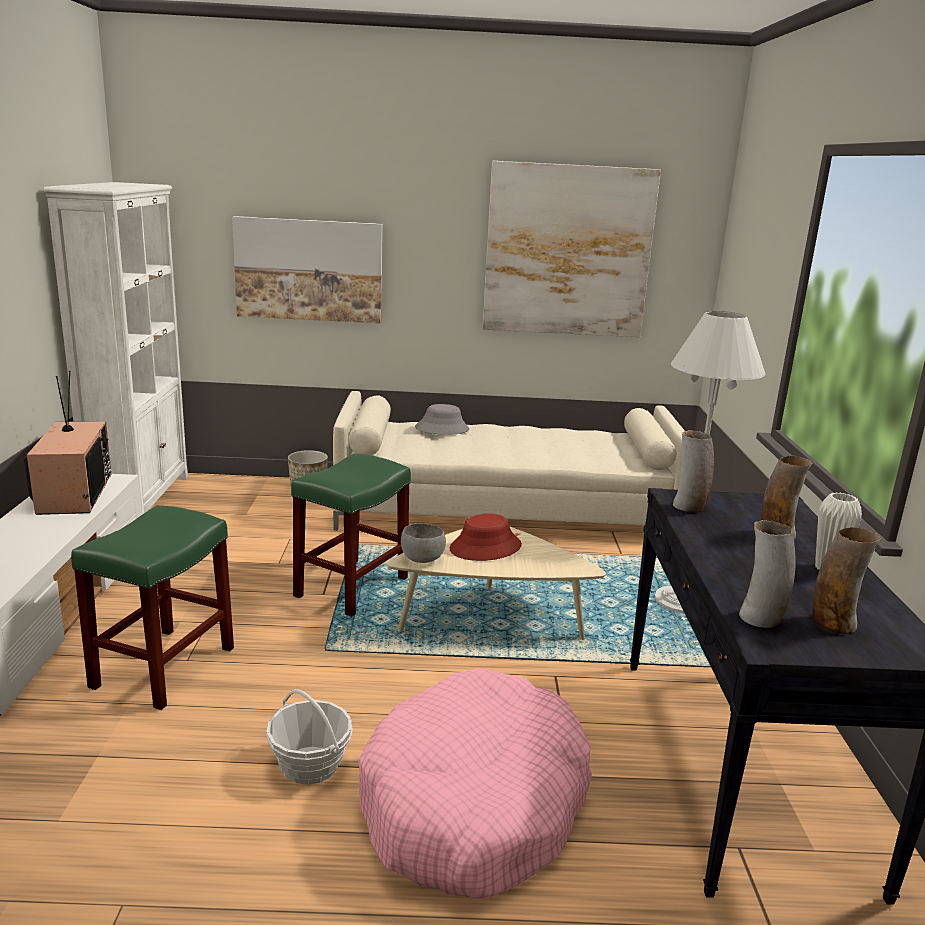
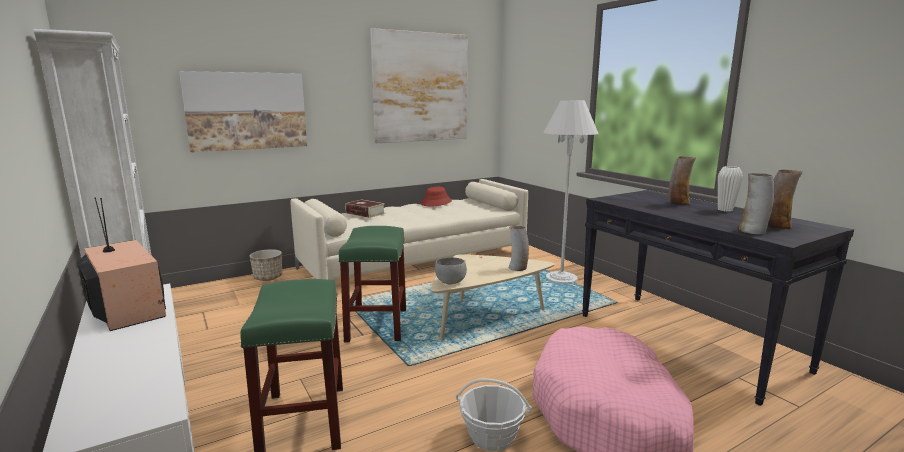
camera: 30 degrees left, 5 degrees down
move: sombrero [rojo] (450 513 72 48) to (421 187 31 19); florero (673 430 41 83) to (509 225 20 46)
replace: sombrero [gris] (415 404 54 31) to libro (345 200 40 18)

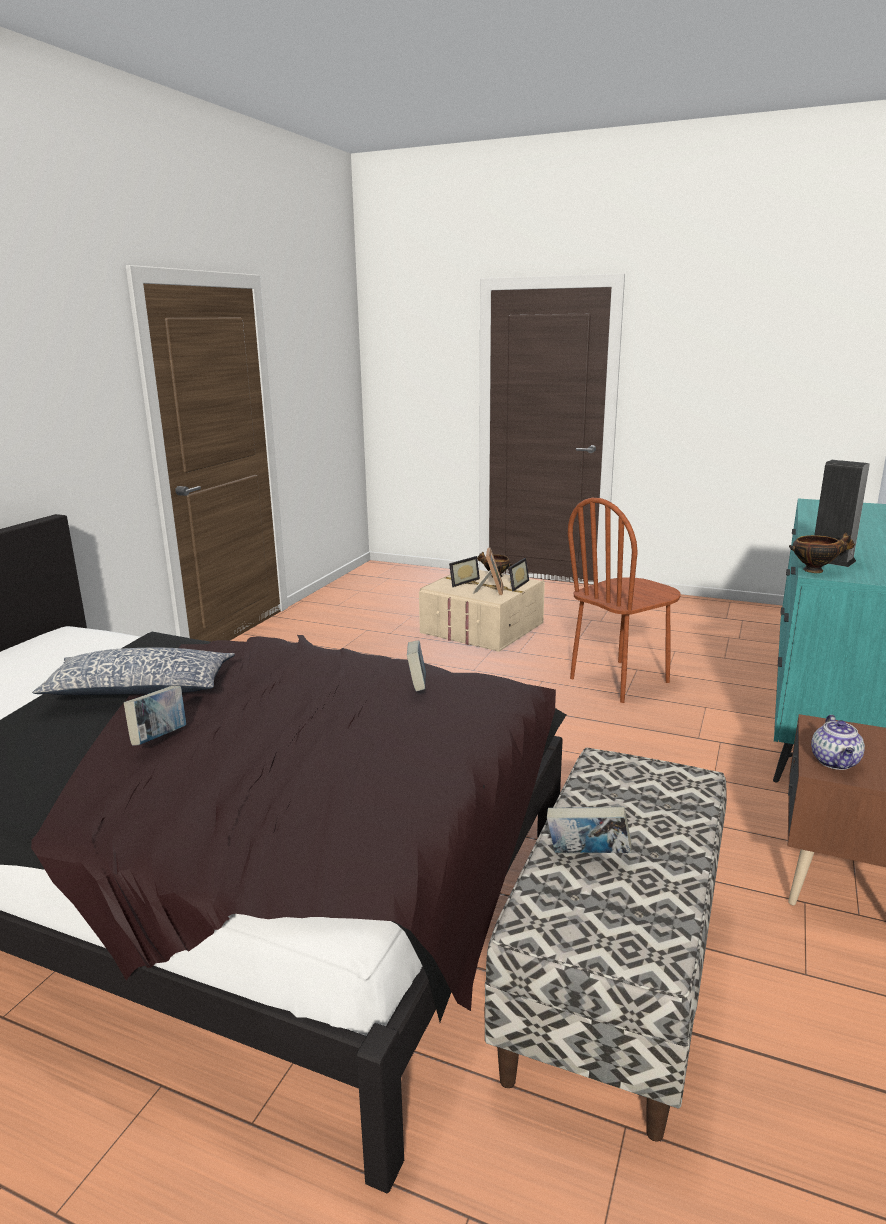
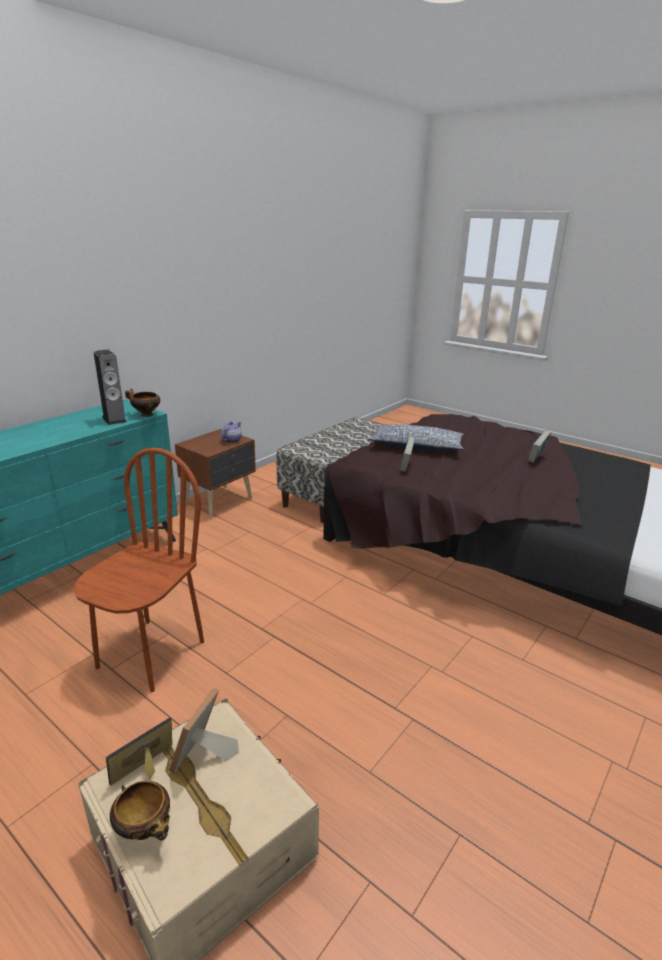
camera: 165 degrees left, 5 degrees up
delete: portarretratos (449 556 31 31); libro (547 806 85 47)
move: cojín (32 648 203 47) to (368 424 96 27)
rotate: silla [marrón] (568 498 113 205) = (73 448 131 244) 45 degrees counterclockwise

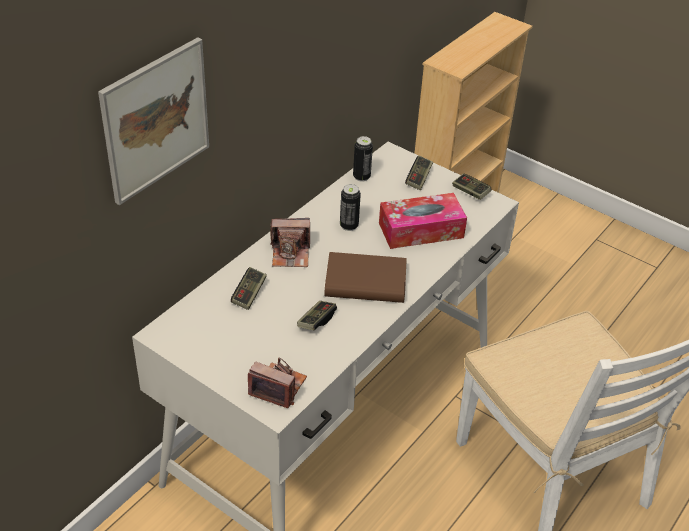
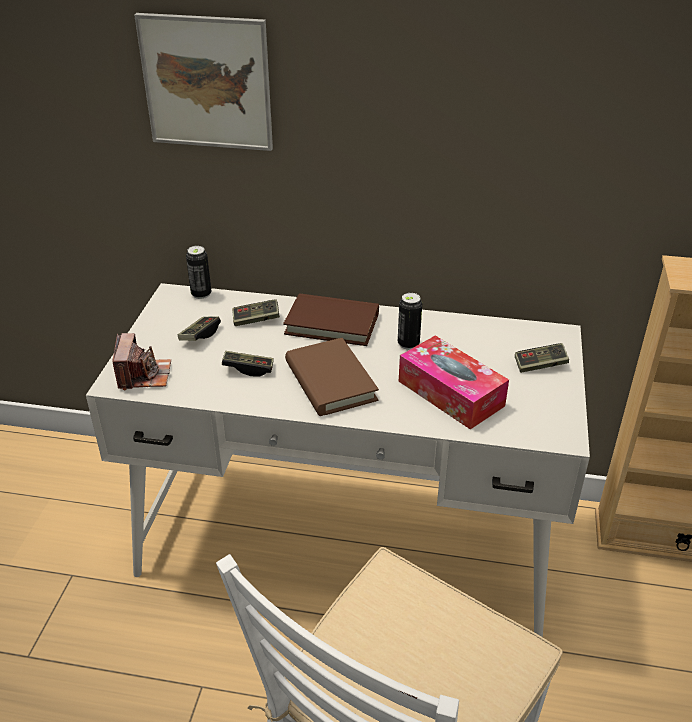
camera: 65 degrees right, 5 degrees down
move: lata (353 136 20 46) to (186 246 25 53); mando de consola (452 173 40 27) to (178 317 43 24)
replace: cámara (270 218 40 49) to libro [marrón] (283 294 96 52)

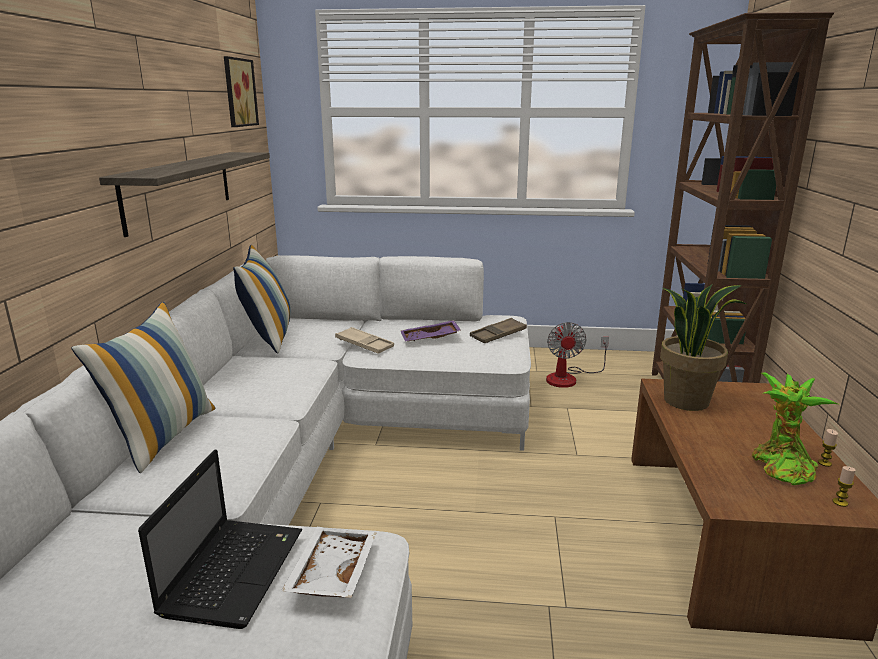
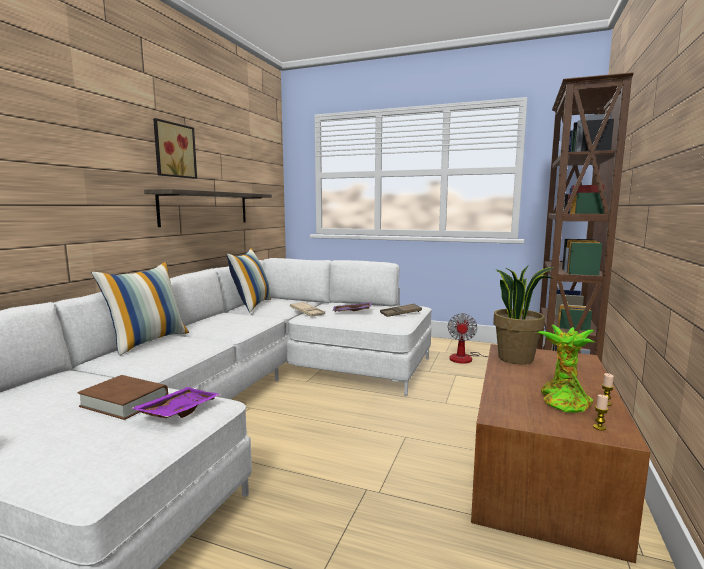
camera: 15 degrees right, 10 degrees down
move: cuadro (224 56 35 71) to (153 118 44 61)
replace: portátil (138 449 164 180) to libro [marrón] (77 375 91 45)
recolor: bandeja [blanco] (281 527 95 71) to bandeja [morado] (131 387 90 31)

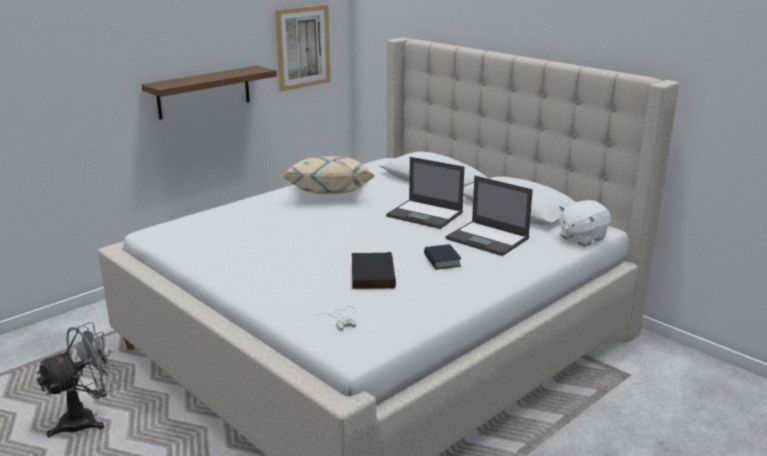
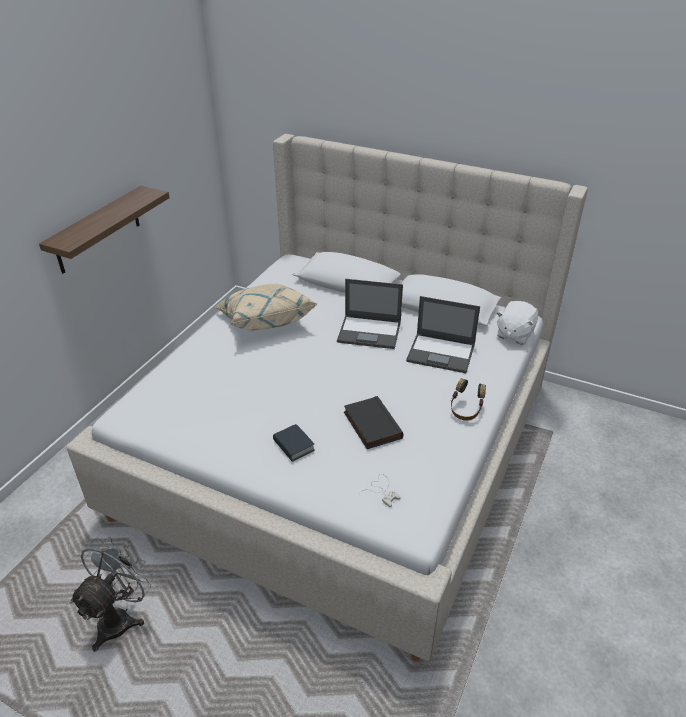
camera: 20 degrees left, 15 degrees up
delete: cuadro (275 4 55 87)
insert: auriculares (451 378 35 42)
move: libro (424 244 37 26) to (273 424 42 38)

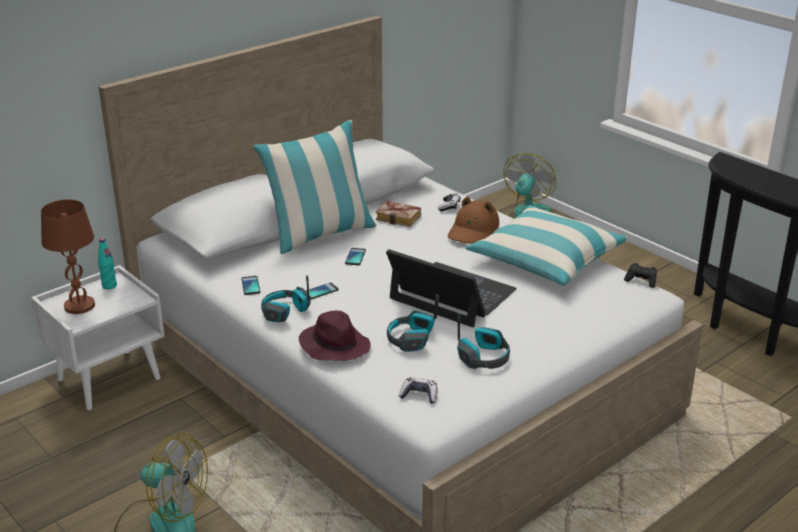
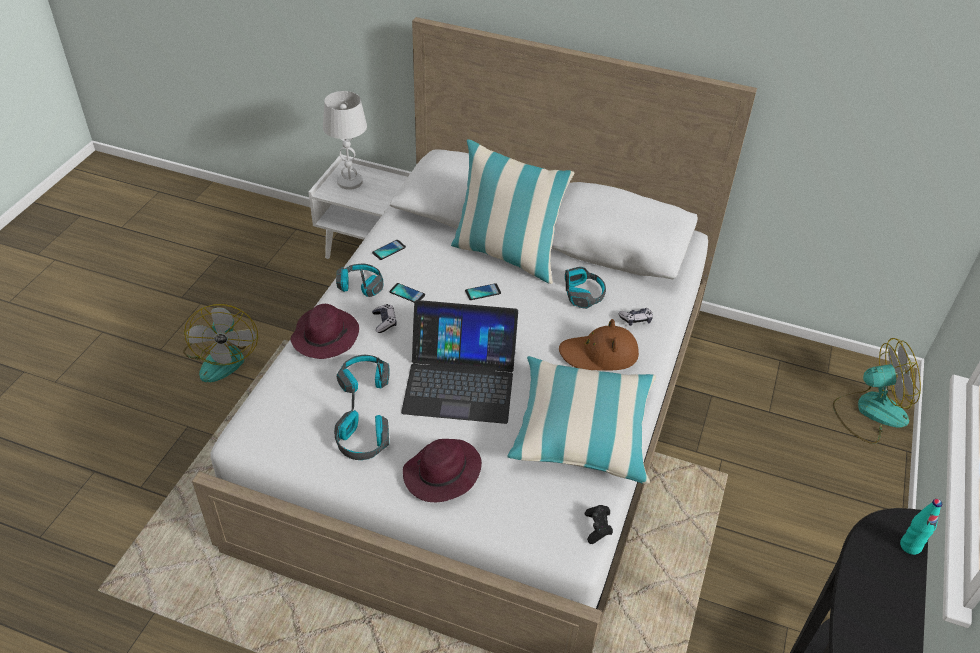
camera: 60 degrees right, 15 degrees up
insert: sombrero [morado] (403 439 79 63)
move: botella [turquesa] (98 238 19 52) to (900 499 42 56); mando de consola (399 377 38 27) to (372 304 25 29)
replace: libro (376 201 45 26) to auriculares (565 267 41 42)
recolor: lámpara de mesa [marrón] (41 200 54 114) to lámpara de mesa [blanco] (323 91 44 99)
rotate: portátil (386 249 131 78) = (401 300 117 124) 90 degrees clockwise

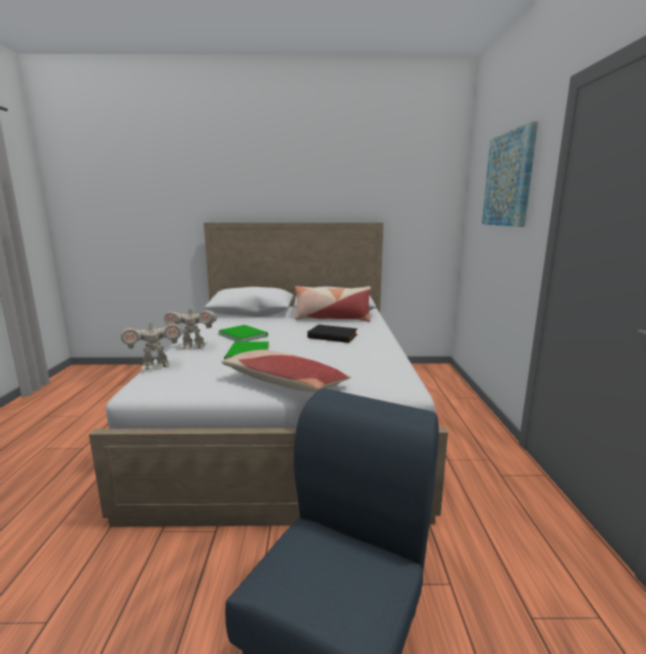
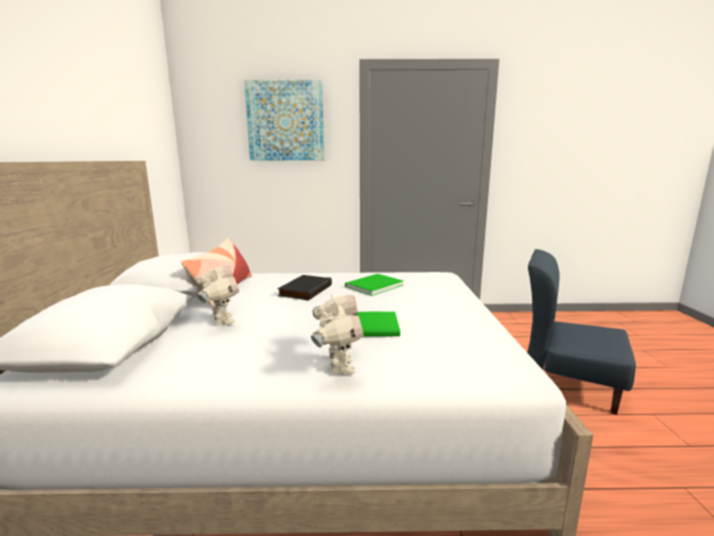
camera: 90 degrees left, 0 degrees up
delete: cojín (222 350 129 42)
move: robot de juguete (121 316 60 54) to (196 264 43 62); libro [verde] (218 325 50 17) to (345 274 58 22)

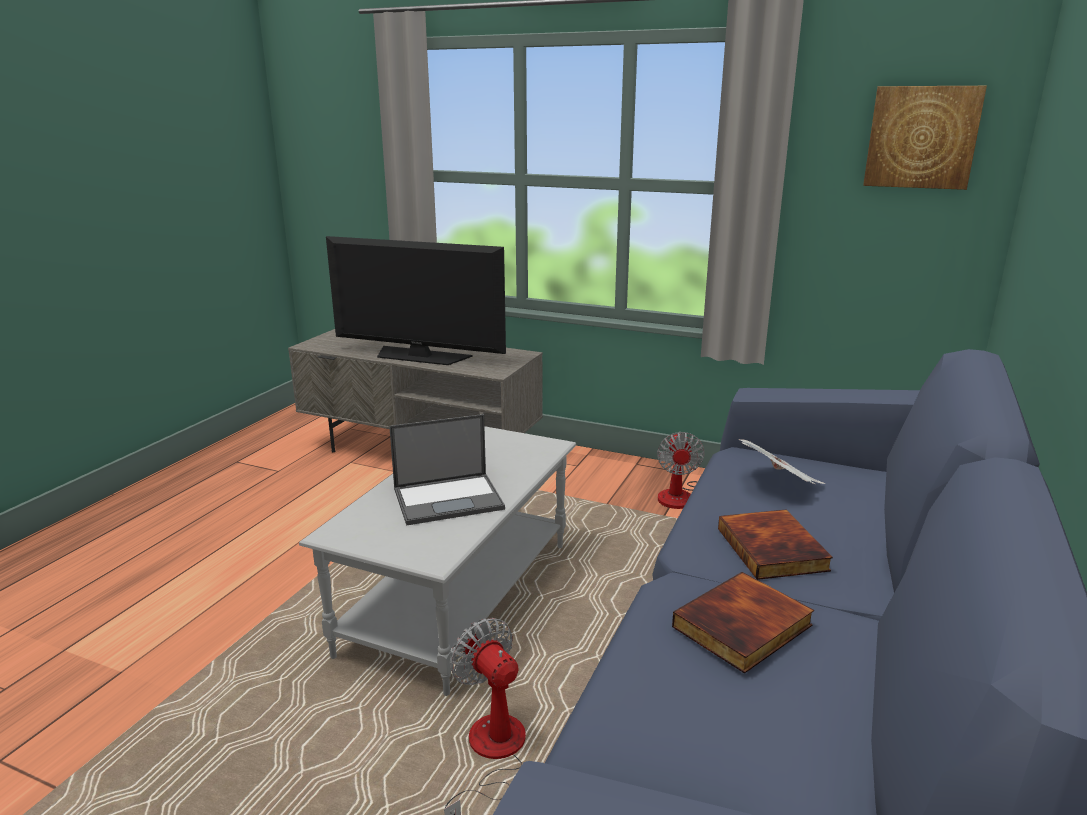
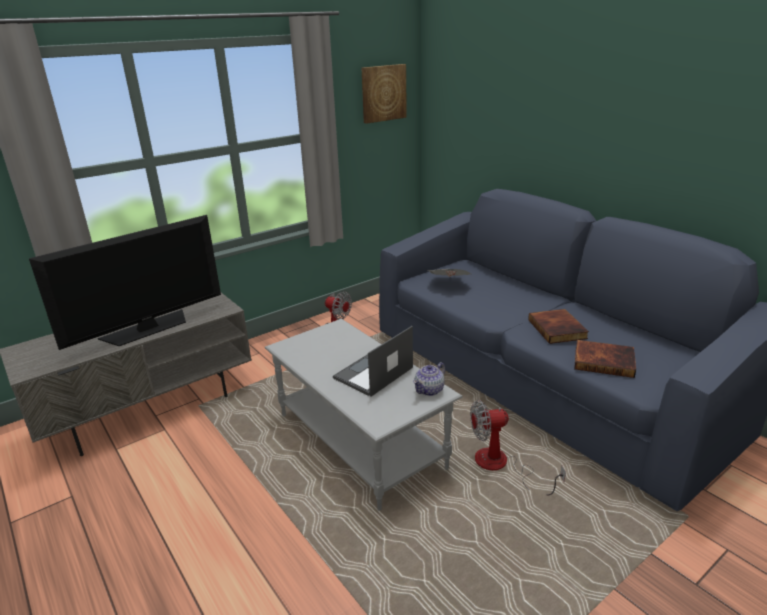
camera: 60 degrees left, 5 degrees up
insert: tetera (413 362 32 34)
move: libro (718 510 115 70) to (574 340 62 38)
rotate: portátil (389 414 116 111) = (333 326 80 71) 150 degrees counterclockwise

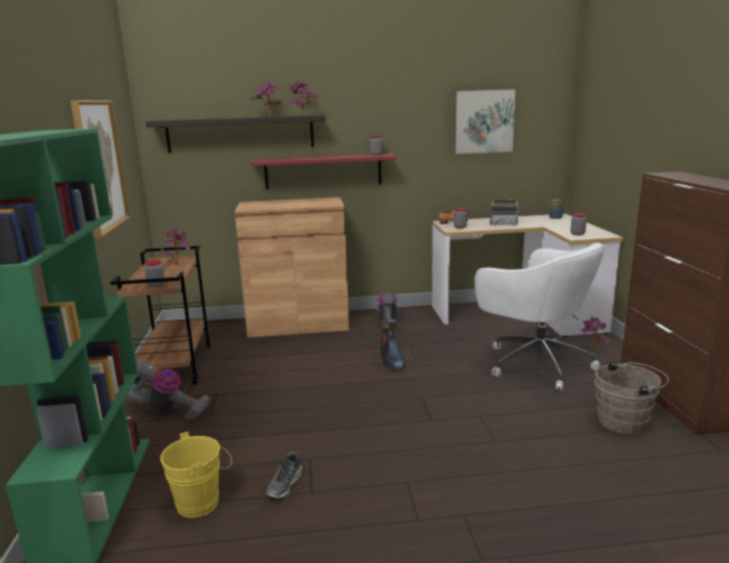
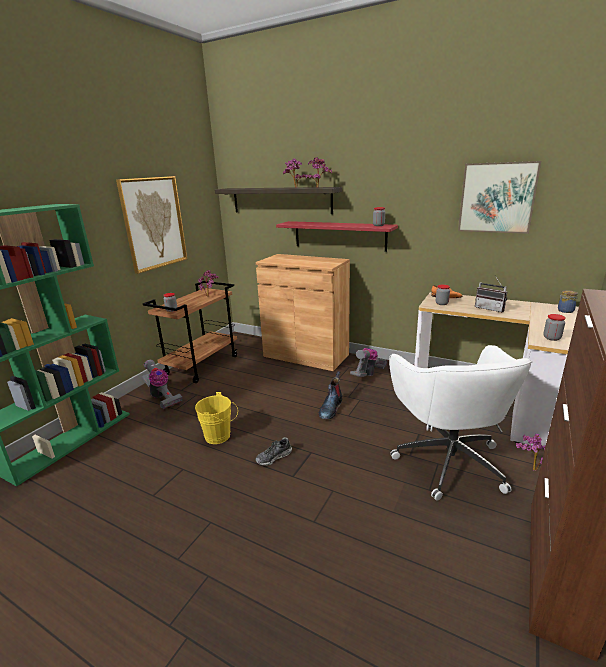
camera: 35 degrees right, 5 degrees up
delete: cubo [marrón] (595 361 74 73)
move: cubo [amarillo] (160 432 72 86) to (195 392 43 52); zapato (266 452 36 47) to (256 437 36 29)

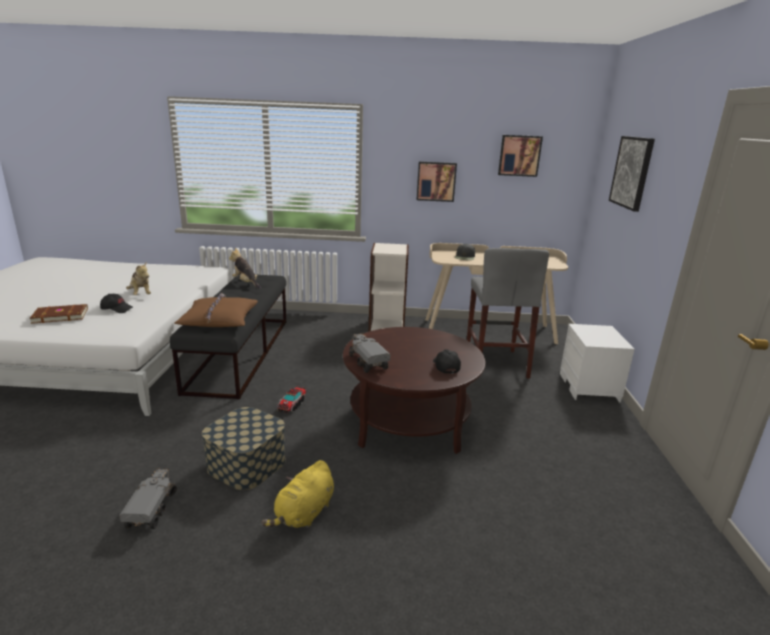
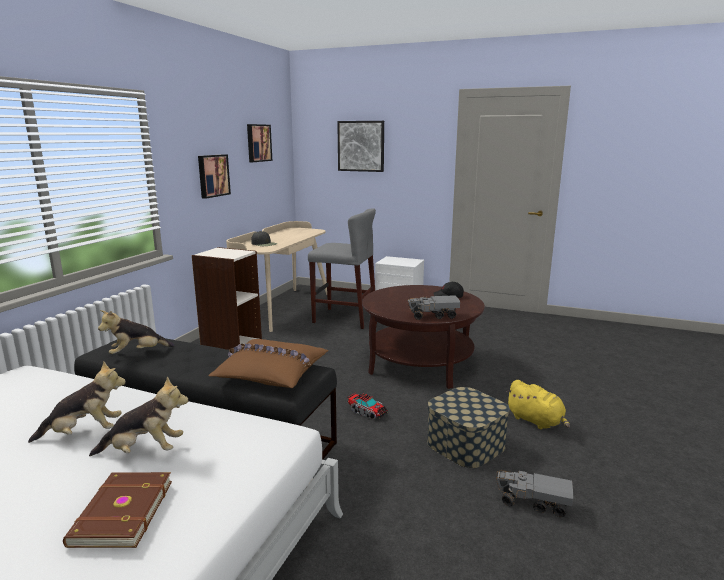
camera: 70 degrees left, 5 degrees down
replace: gorra [negro] (100 294 34 19) to peluche (89 377 100 79)

